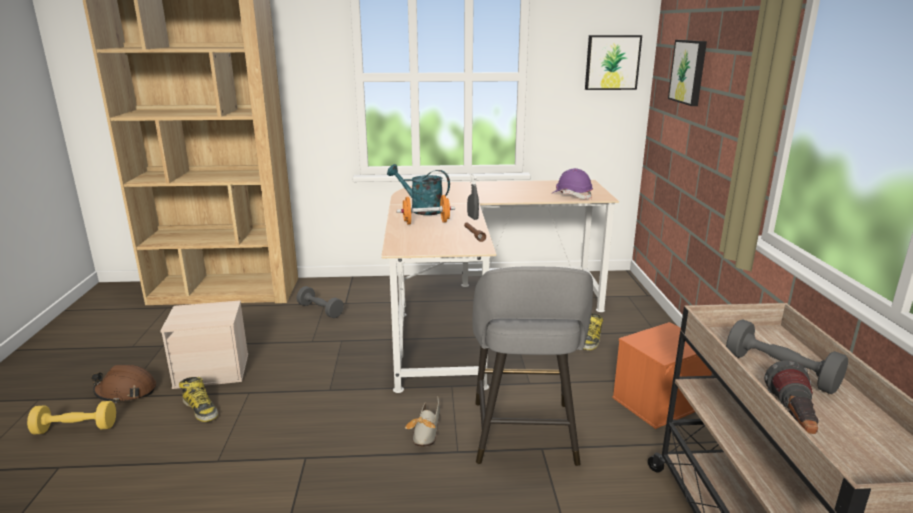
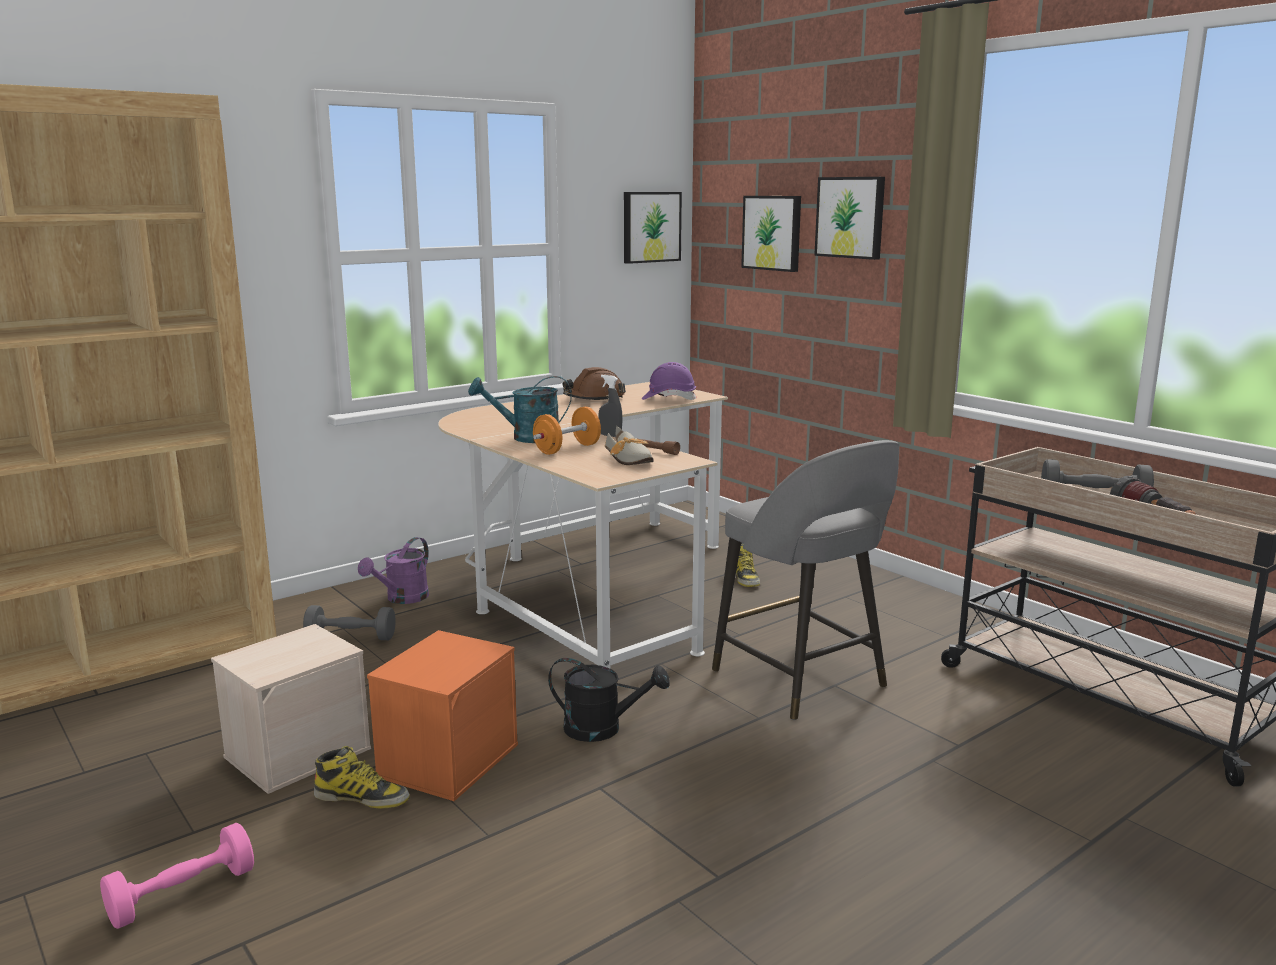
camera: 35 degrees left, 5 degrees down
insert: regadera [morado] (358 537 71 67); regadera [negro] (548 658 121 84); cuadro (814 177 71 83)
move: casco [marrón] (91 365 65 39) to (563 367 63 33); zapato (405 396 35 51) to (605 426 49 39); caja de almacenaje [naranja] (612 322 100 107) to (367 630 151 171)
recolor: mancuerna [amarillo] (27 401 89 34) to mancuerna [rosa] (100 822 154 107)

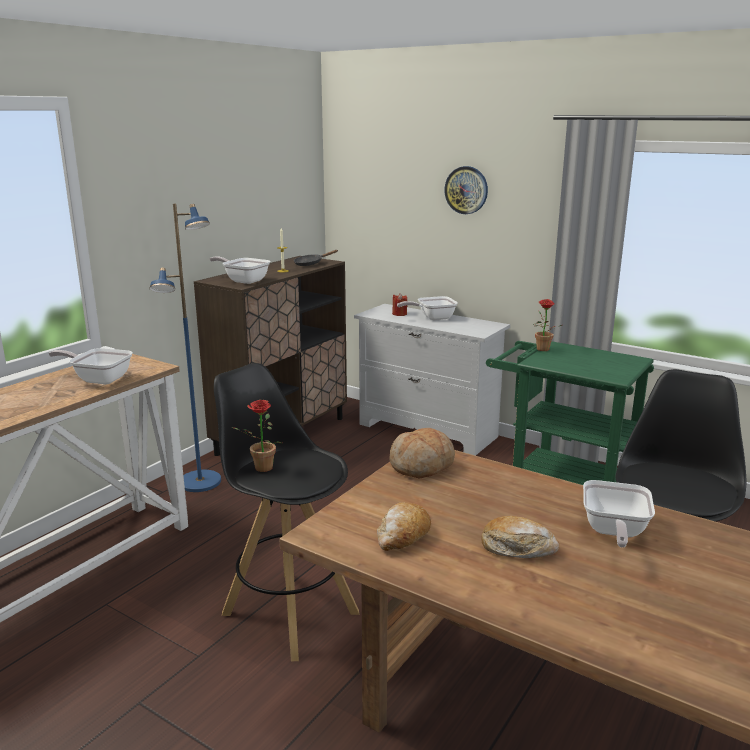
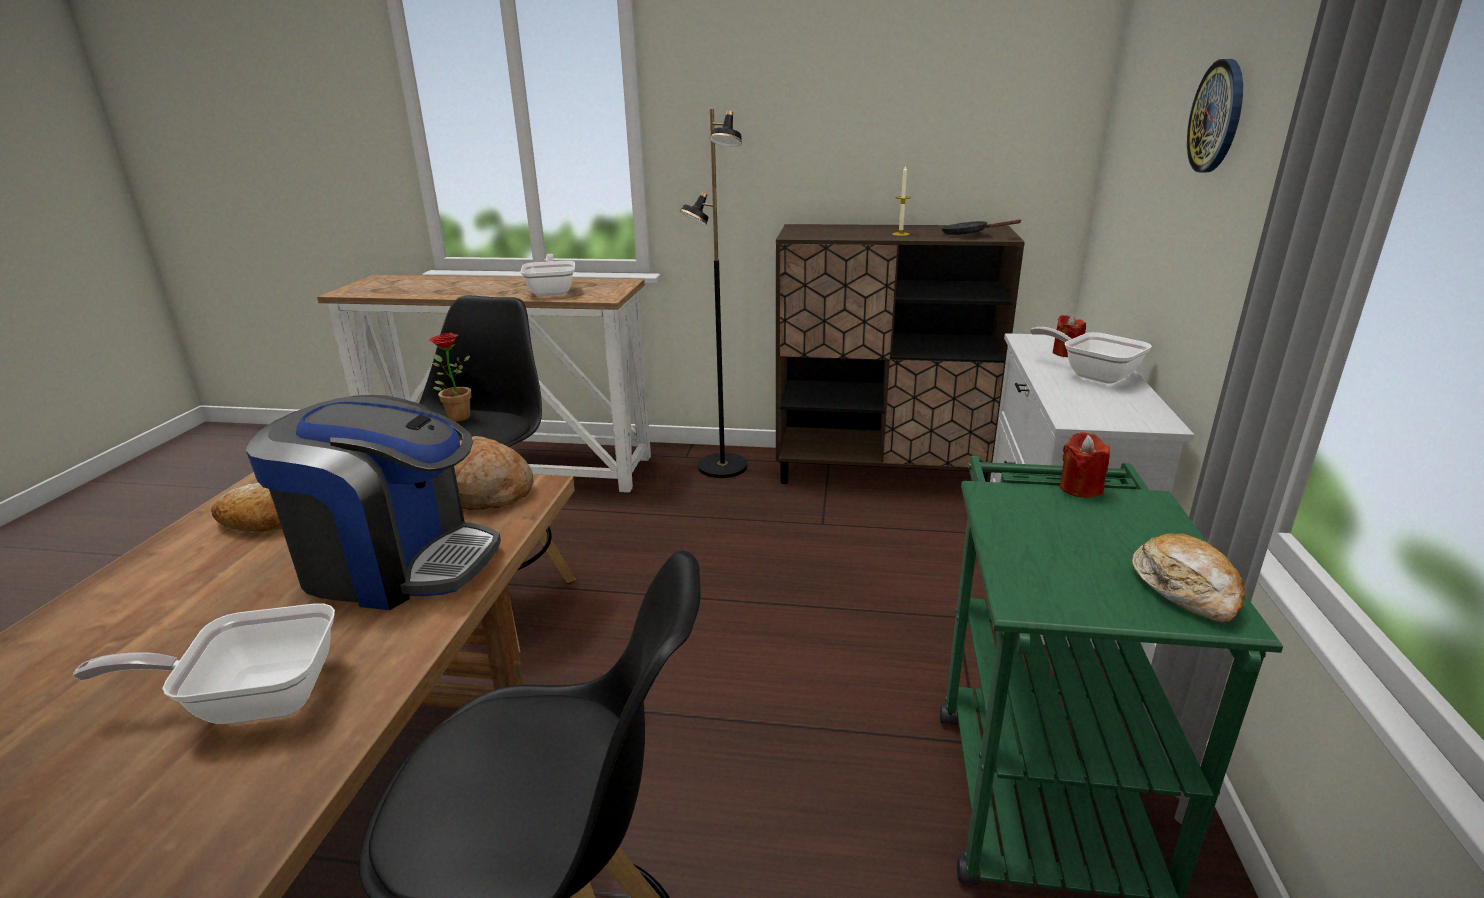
camera: 65 degrees right, 5 degrees up
delete: sartén (210 256 60 28)
insert: cafetera (246 395 255 215)
move: pan (481 516 78 42) to (1132 533 113 90)
replace: planta en maceta (533 299 29 52) to vela [rojo] (1060 432 50 66)
recolor: lámpara de pie [azul] (150 204 71 288) to lámpara de pie [negro] (680 109 68 369)

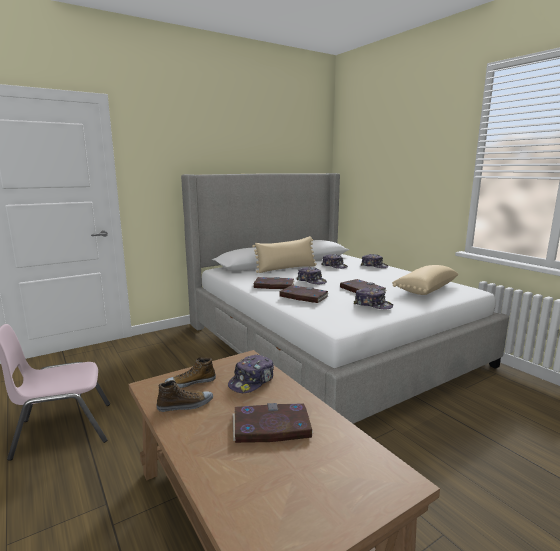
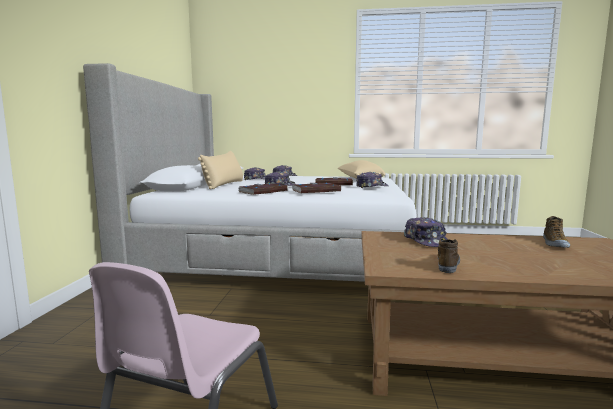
camera: 50 degrees left, 5 degrees down
delete: libro (232 403 81 40)
move: zapato (165 357 51 31) to (543 216 27 32)

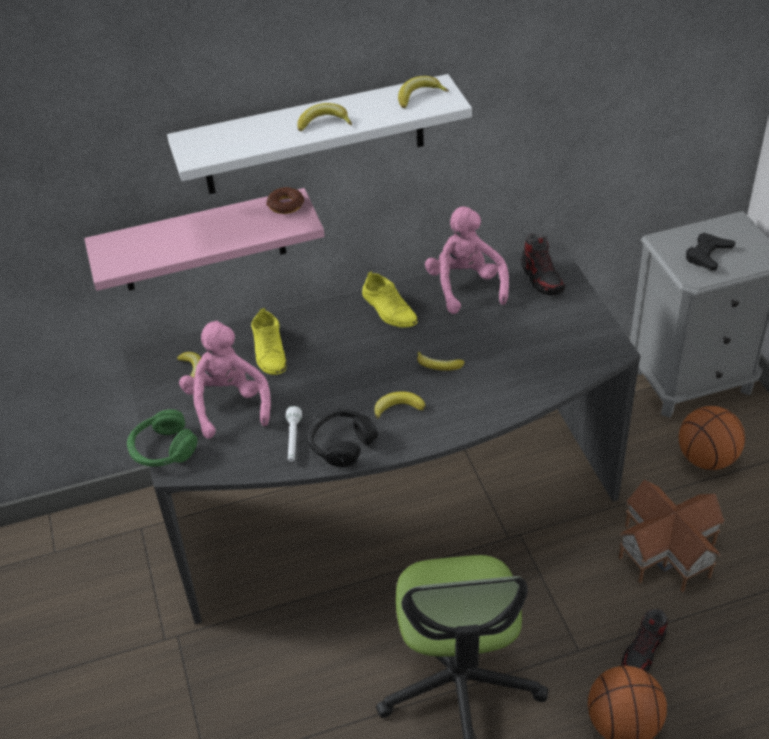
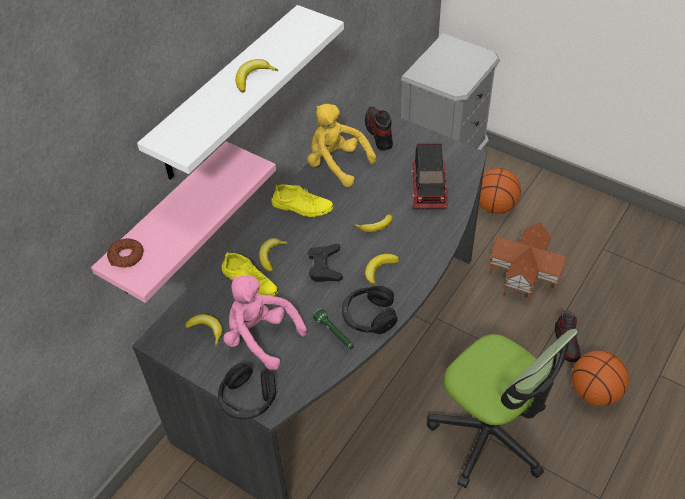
camera: 40 degrees left, 5 degrees up
insert: camión de juguete (411 143 38 66)
move: rosquilla (266 187 38 27) to (107 238 37 30); plátano (398 76 51 32) to (259 238 30 34); mando de consola [negro] (686 233 49 37) to (308 244 35 38)
recolor: auriculares [verde] (127 409 71 57) to auriculares [negro] (218 363 58 57); linterna [blanco] (286 406 16 56) to linterna [verde] (312 308 42 41); peluche [rosa] (425 206 84 108) to peluche [amarillo] (307 104 69 83)
rotate: zapato (521 233 44 62) = (365 107 28 43) 135 degrees counterclockwise

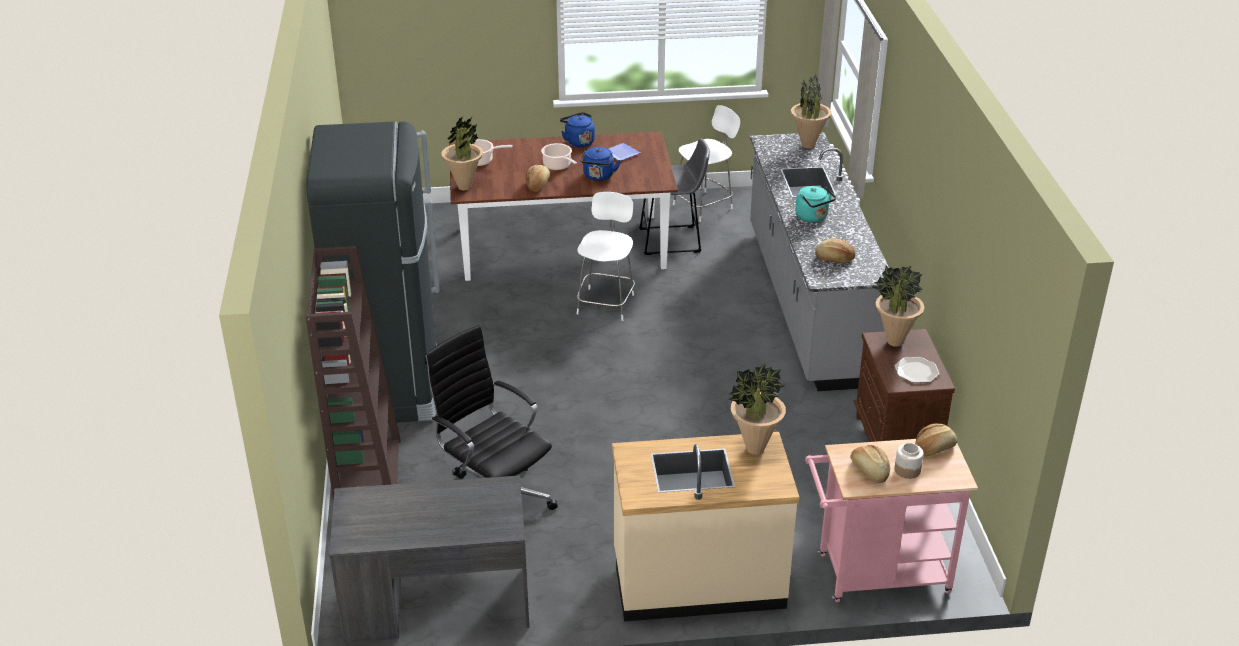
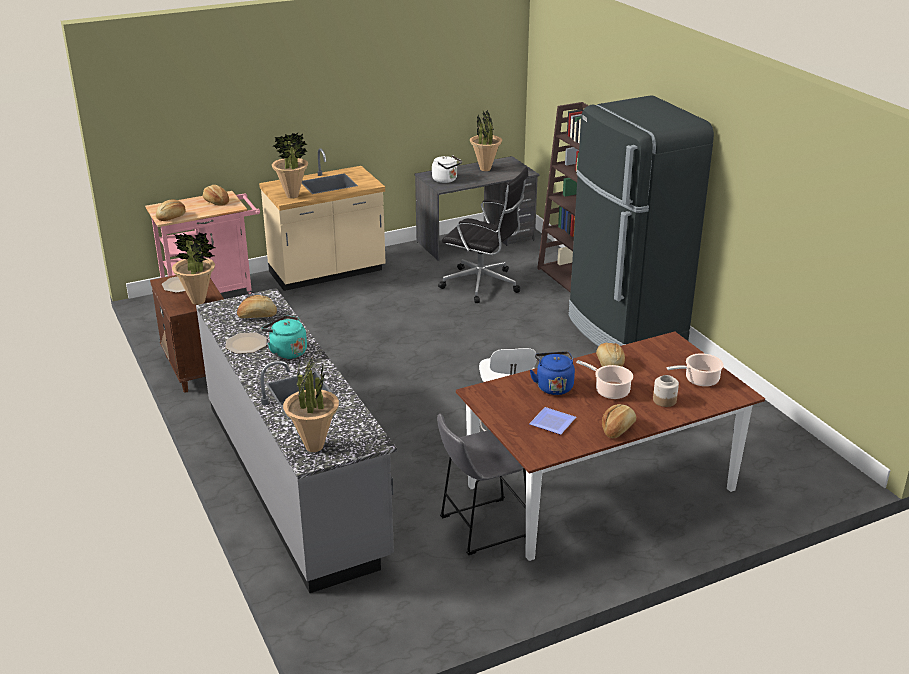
camera: 160 degrees right, 5 degrees down
delete: silla [blanco] (673 105 67 117)
insert: plato (225 332 42 22); hervidor [blanco] (432 155 30 28)
move: planta en maceta (441 116 42 74) to (470 110 32 61); tarro (895 443 29 36) to (653 375 26 32)
replace: hervidor [azul] (560 112 35 36) to pan (602 404 34 34)

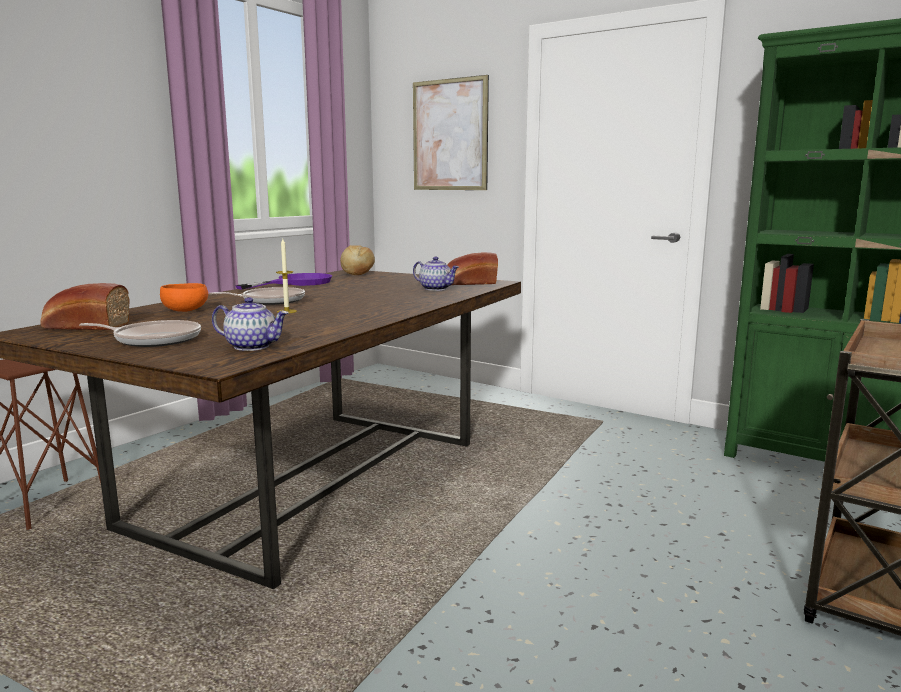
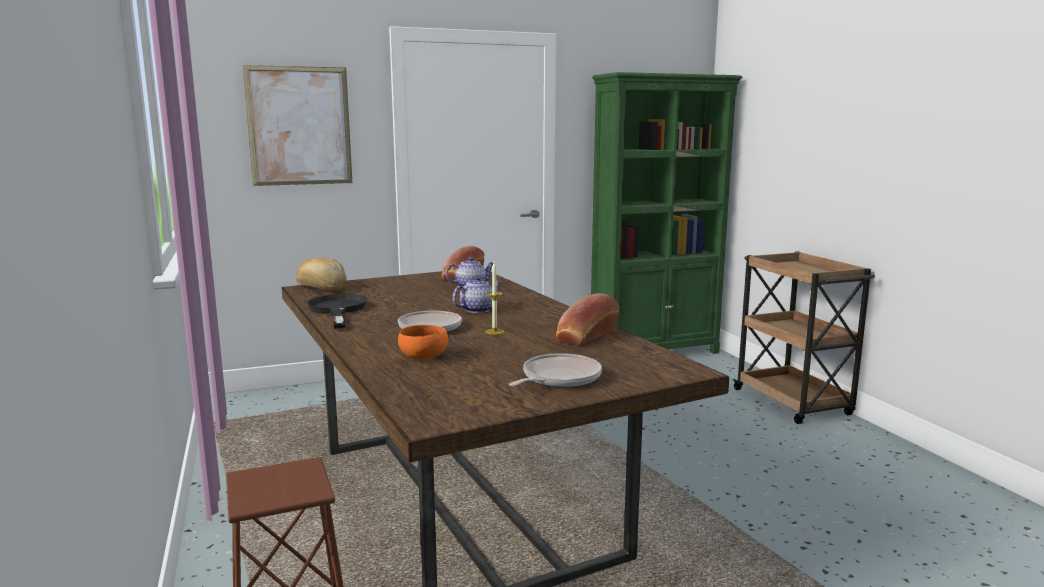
camera: 55 degrees left, 0 degrees up
move: pan (40 283 90 47) to (556 293 63 52); tetera (212 297 76 54) to (452 276 49 37)
recolor: sartén [morado] (235 273 97 17) to sartén [negro] (307 294 60 35)

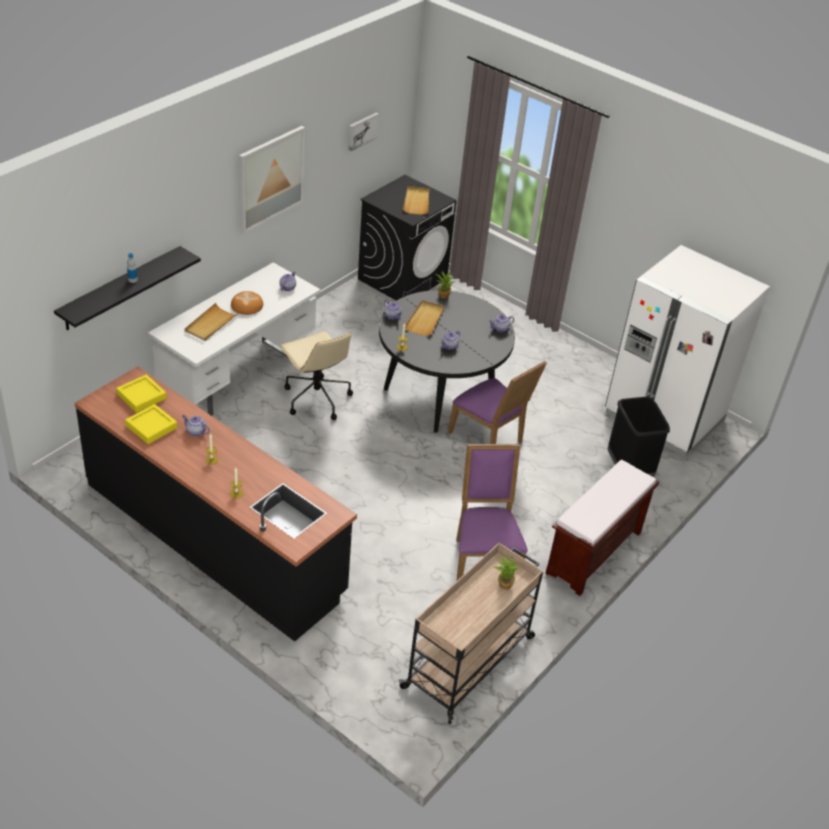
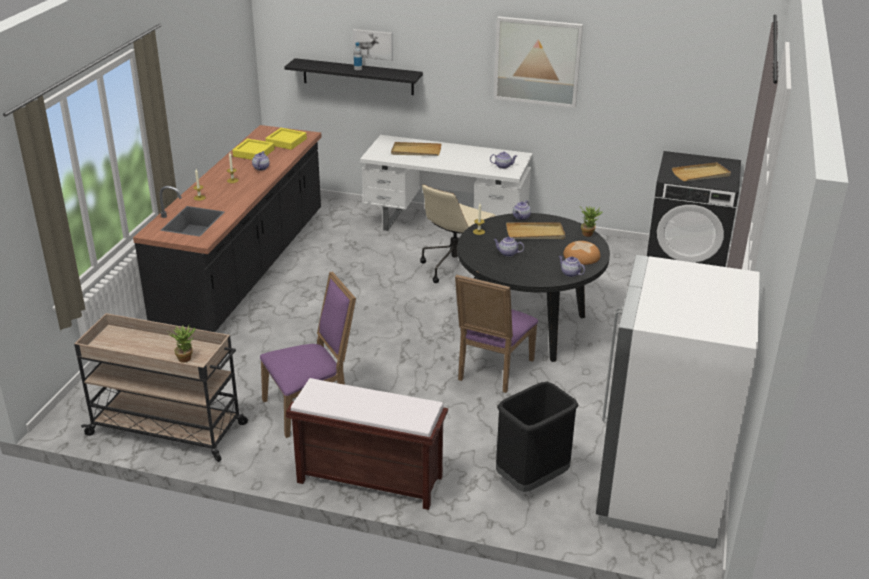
camera: 70 degrees right, 10 degrees down
move: pan (231 291 32 24) to (563 241 37 24); cuadro (348 112 31 39) to (353 29 40 32)

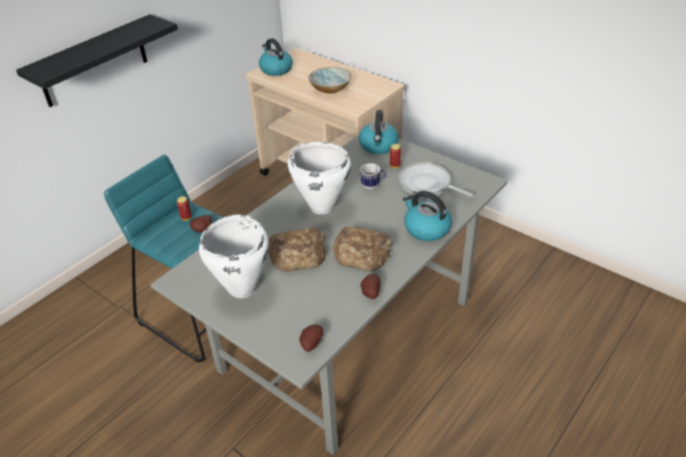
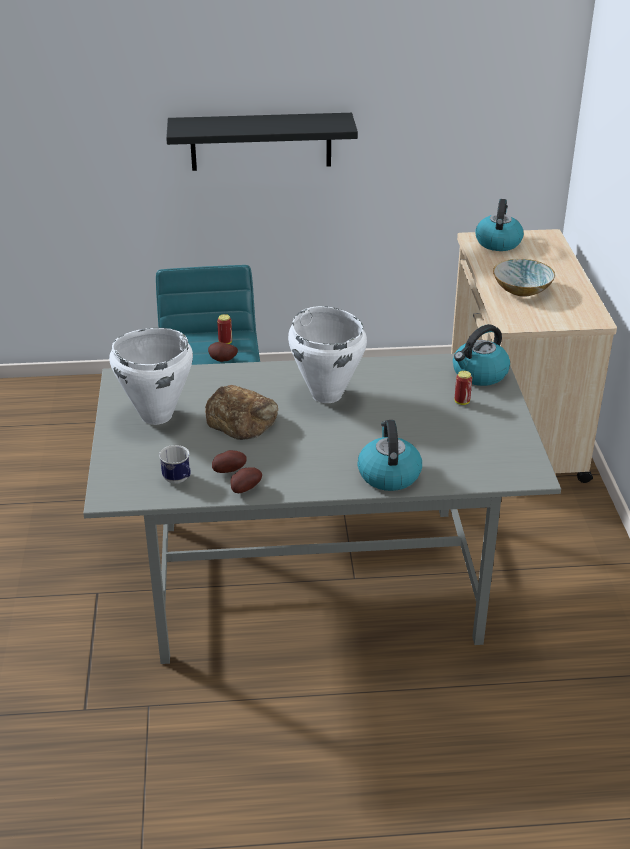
camera: 45 degrees right, 5 degrees down
delete: pan (333 227 60 45); sartén (399 163 74 34)
move: patata (299 324 25 28) to (212 450 35 23); taza grande (360 163 26 26) to (159 445 32 39)

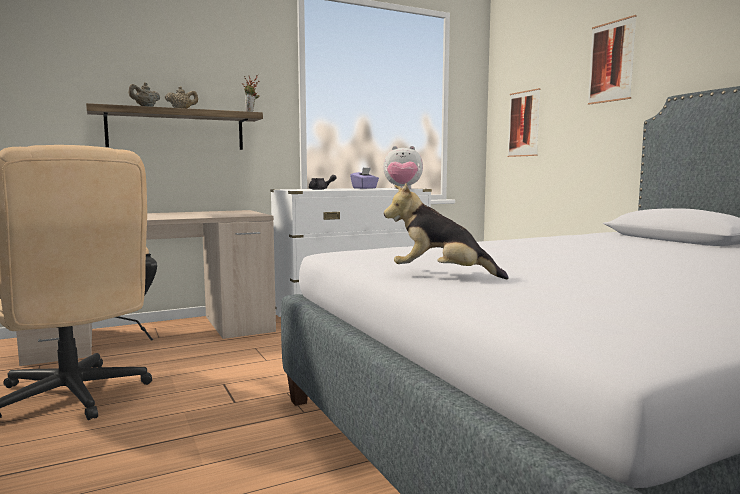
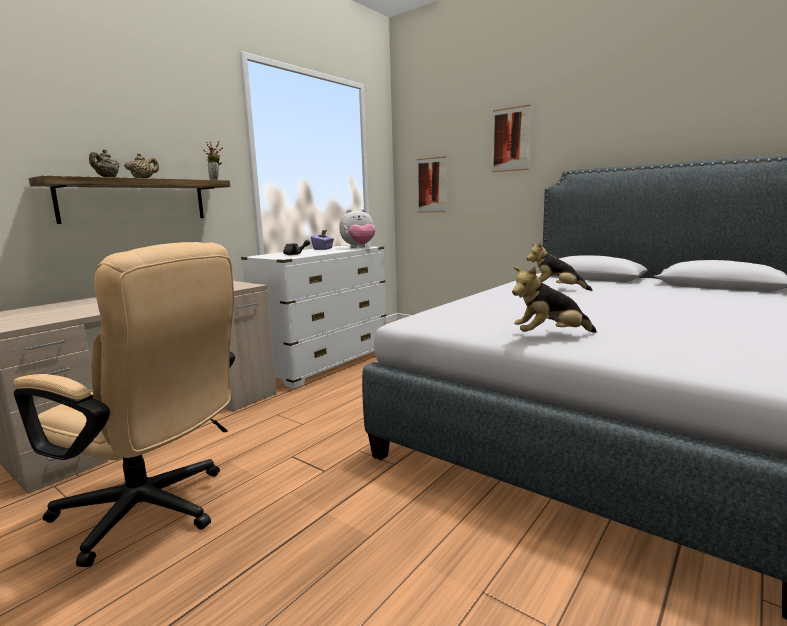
camera: 25 degrees left, 5 degrees up
insert: peluche (526 243 66 48)

